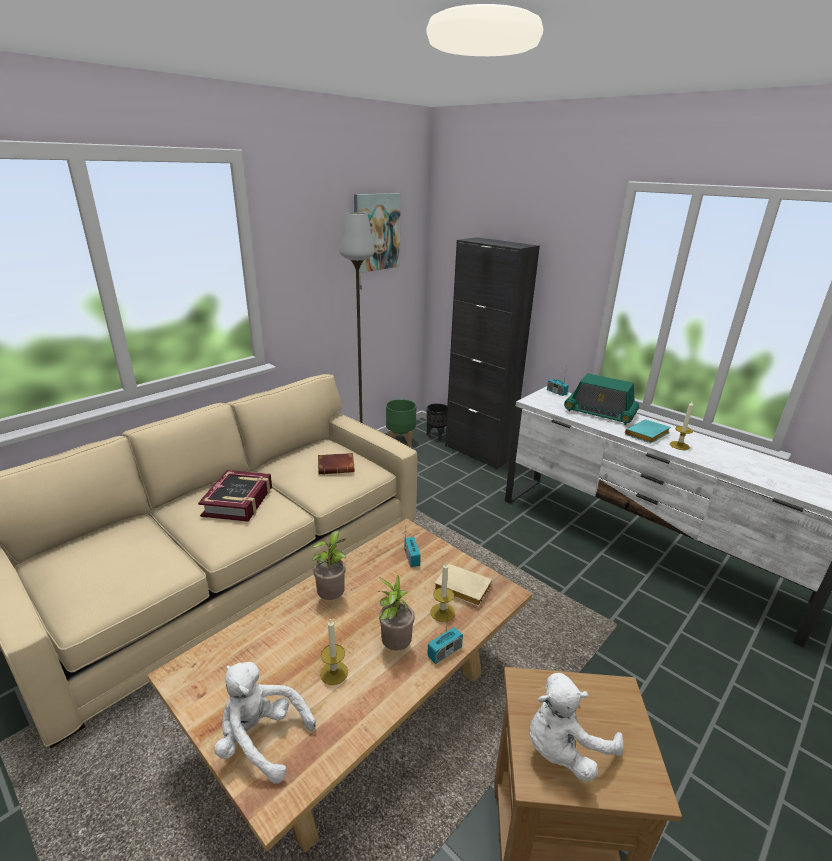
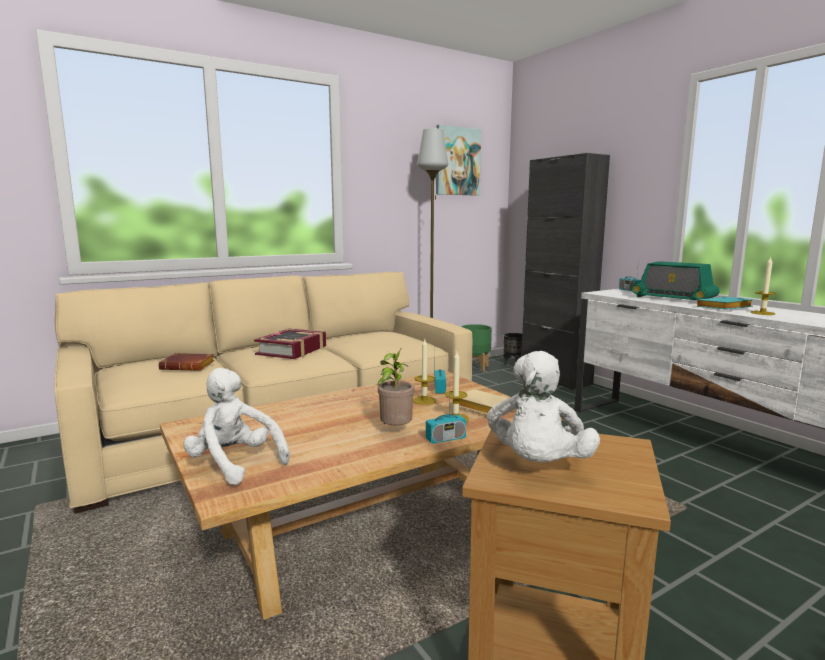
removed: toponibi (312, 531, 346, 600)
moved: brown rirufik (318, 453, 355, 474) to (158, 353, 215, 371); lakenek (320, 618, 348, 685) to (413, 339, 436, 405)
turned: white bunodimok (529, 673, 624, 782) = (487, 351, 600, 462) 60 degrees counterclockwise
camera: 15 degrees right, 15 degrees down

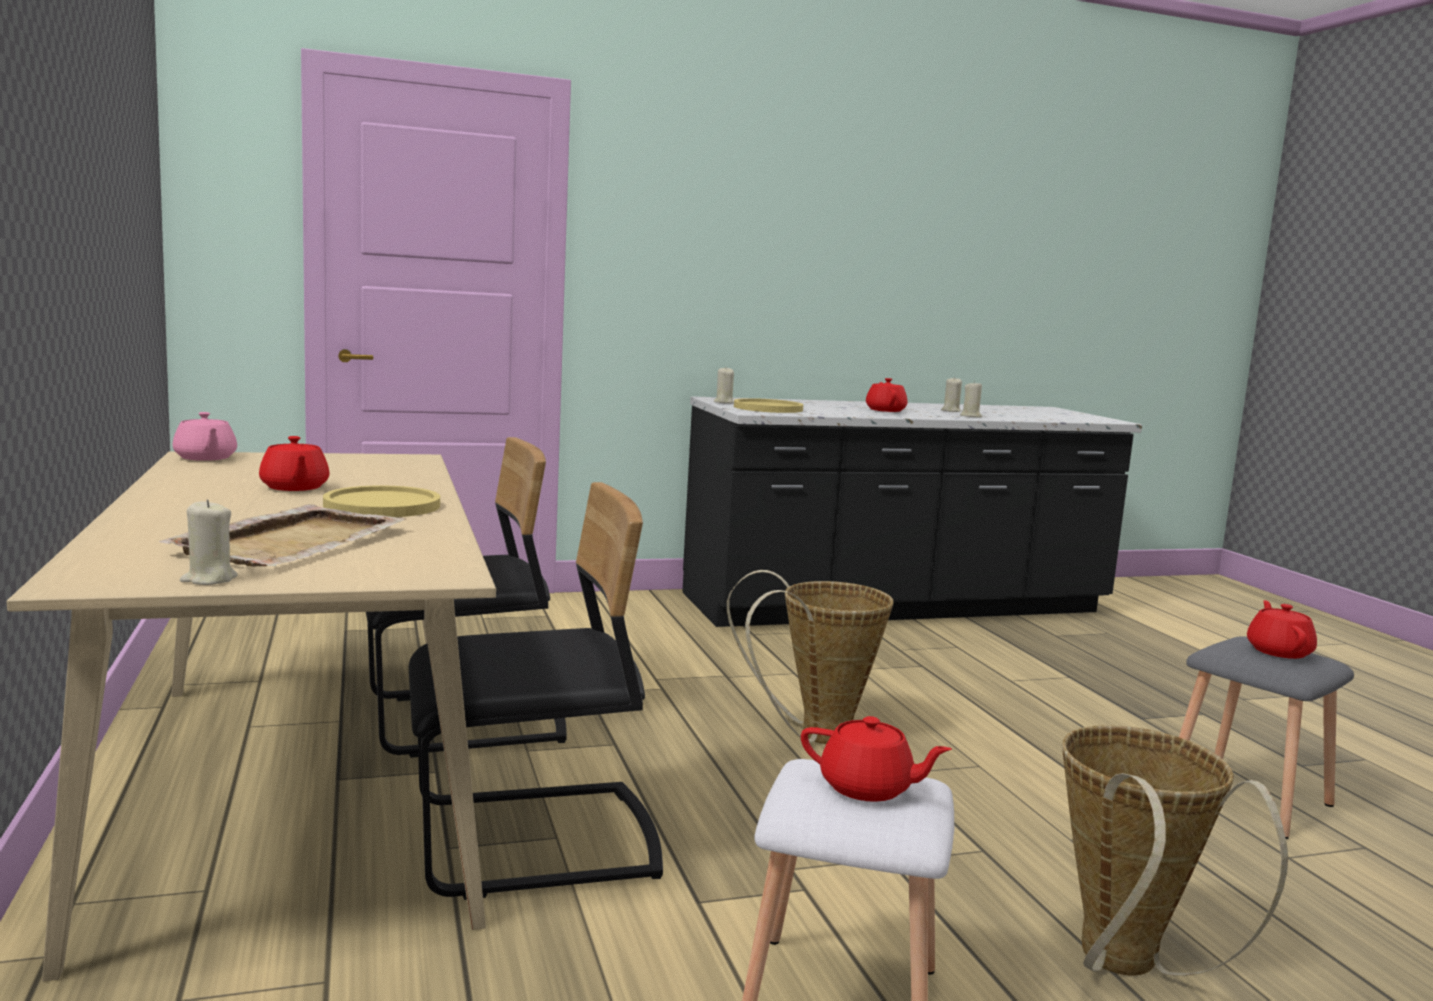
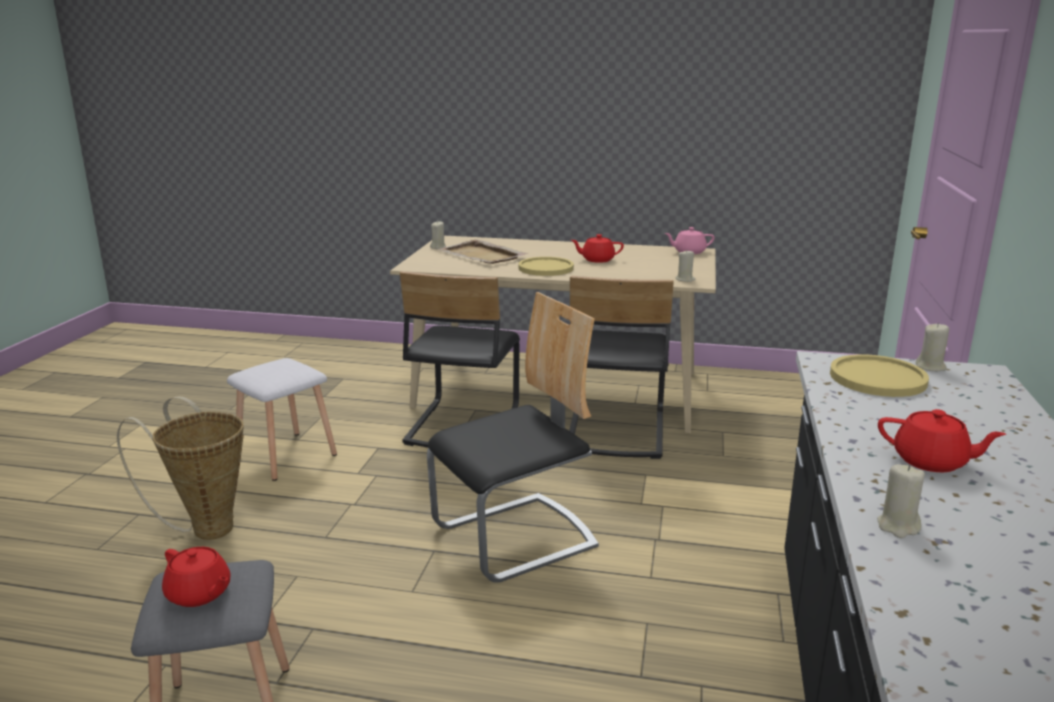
removed: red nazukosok (801, 716, 952, 802)
moved: beige lakenek (941, 378, 962, 412) to (675, 251, 696, 282)
replaced: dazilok (727, 570, 894, 744) to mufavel (427, 292, 599, 583)
camera: 120 degrees right, 10 degrees up

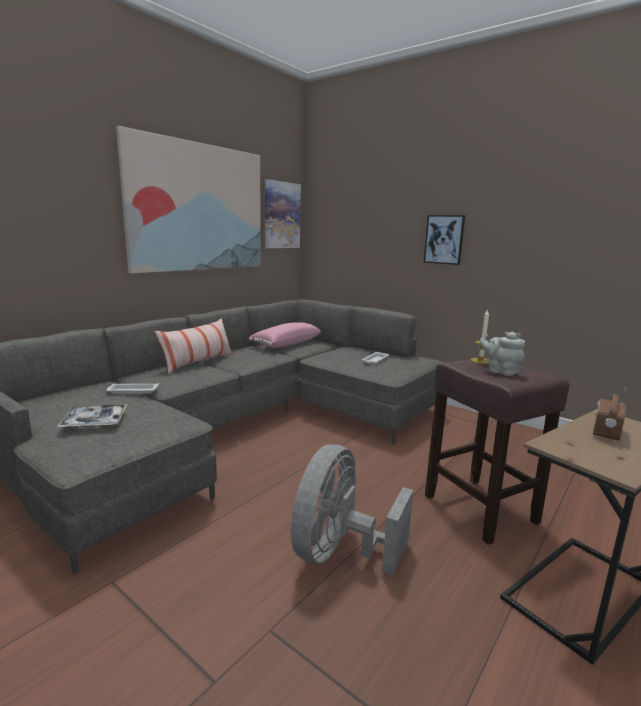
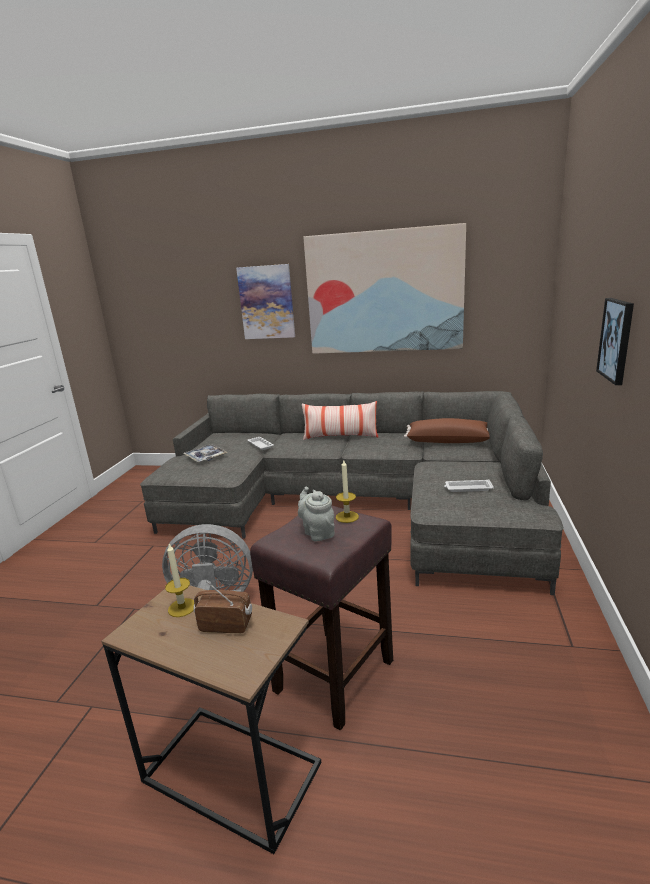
added: lakenek (165, 544, 194, 617)
moved: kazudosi (265, 179, 301, 248) to (236, 264, 295, 339)
recoloured: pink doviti (249, 322, 321, 348) to brown doviti (404, 418, 490, 443)
turned: grey nazukosok (479, 332, 525, 376) = (298, 487, 335, 541) 45 degrees counterclockwise
camera: 65 degrees right, 5 degrees up

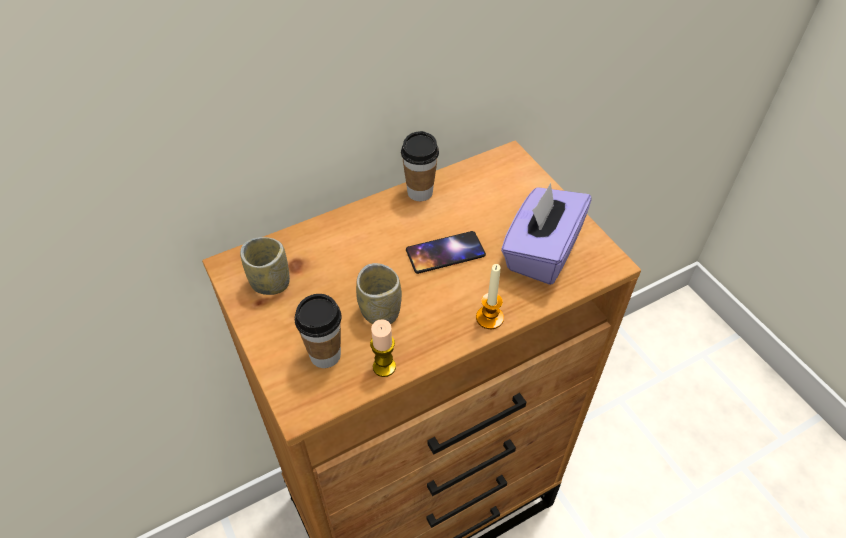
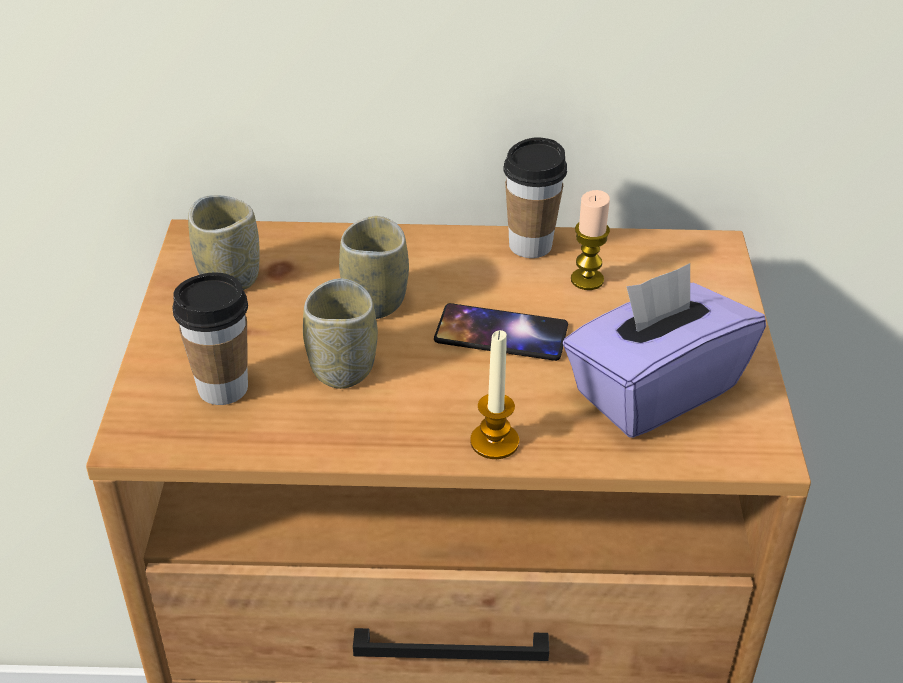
added: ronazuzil (339, 216, 409, 319)
moved: lakenek (370, 319, 396, 377) to (571, 190, 610, 290)
camera: 30 degrees right, 10 degrees down

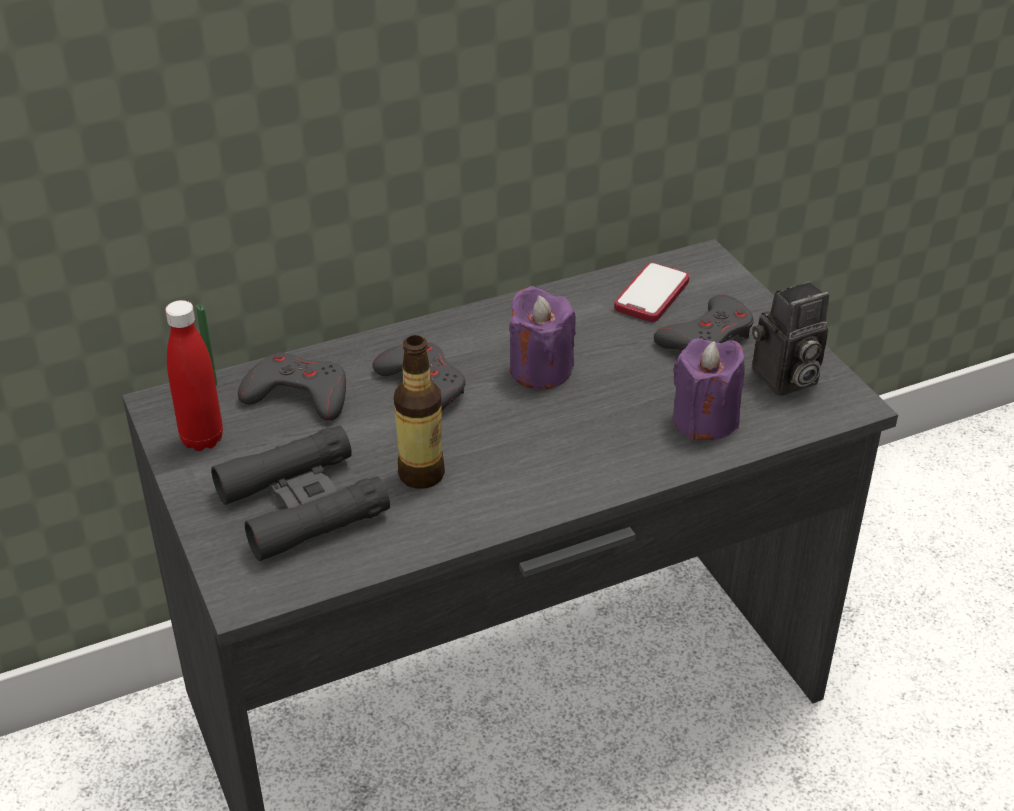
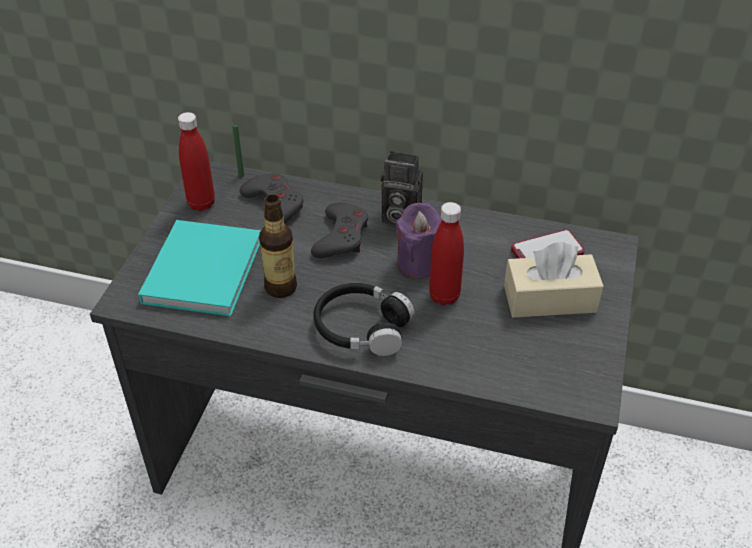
removed: purple lakenek (673, 338, 745, 440)
added: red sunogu (429, 202, 464, 306); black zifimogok (314, 283, 415, 356)
moved: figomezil (752, 281, 829, 396) to (381, 151, 423, 225)
replaced: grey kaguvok (654, 295, 754, 350) to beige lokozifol (504, 242, 604, 318); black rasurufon (211, 425, 390, 561) to turquoise rirufik (138, 220, 261, 317)
camera: 40 degrees right, 5 degrees up

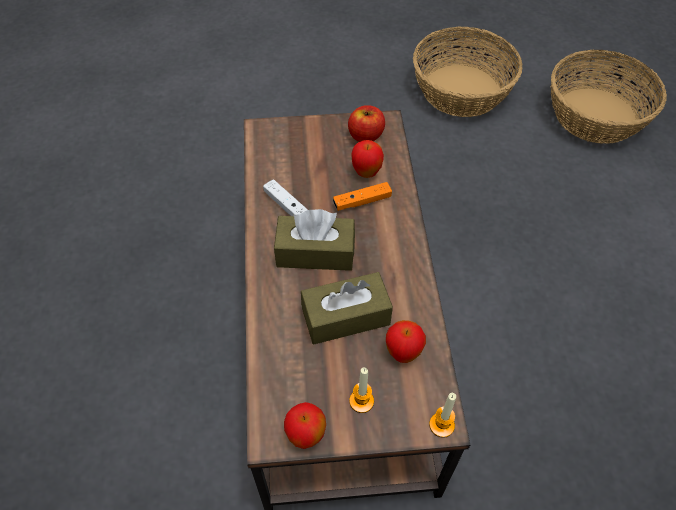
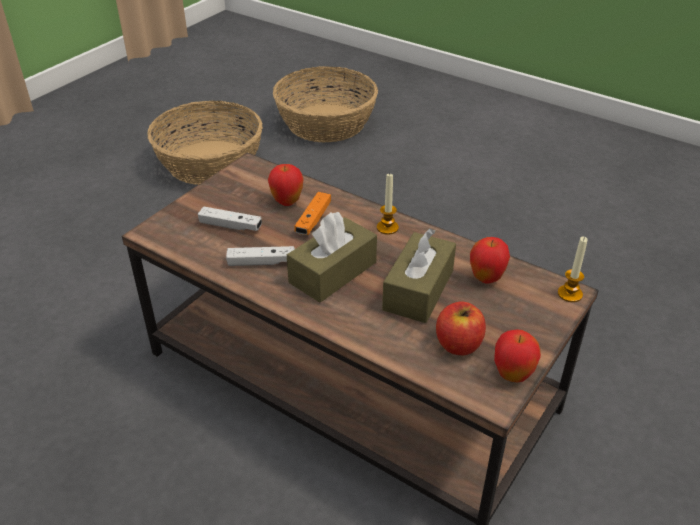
added: white kaguvok (198, 207, 262, 231)
moved: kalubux (348, 105, 385, 142) to (436, 301, 486, 355); lakenek (349, 368, 374, 413) to (377, 174, 399, 235)
camera: 50 degrees left, 15 degrees down

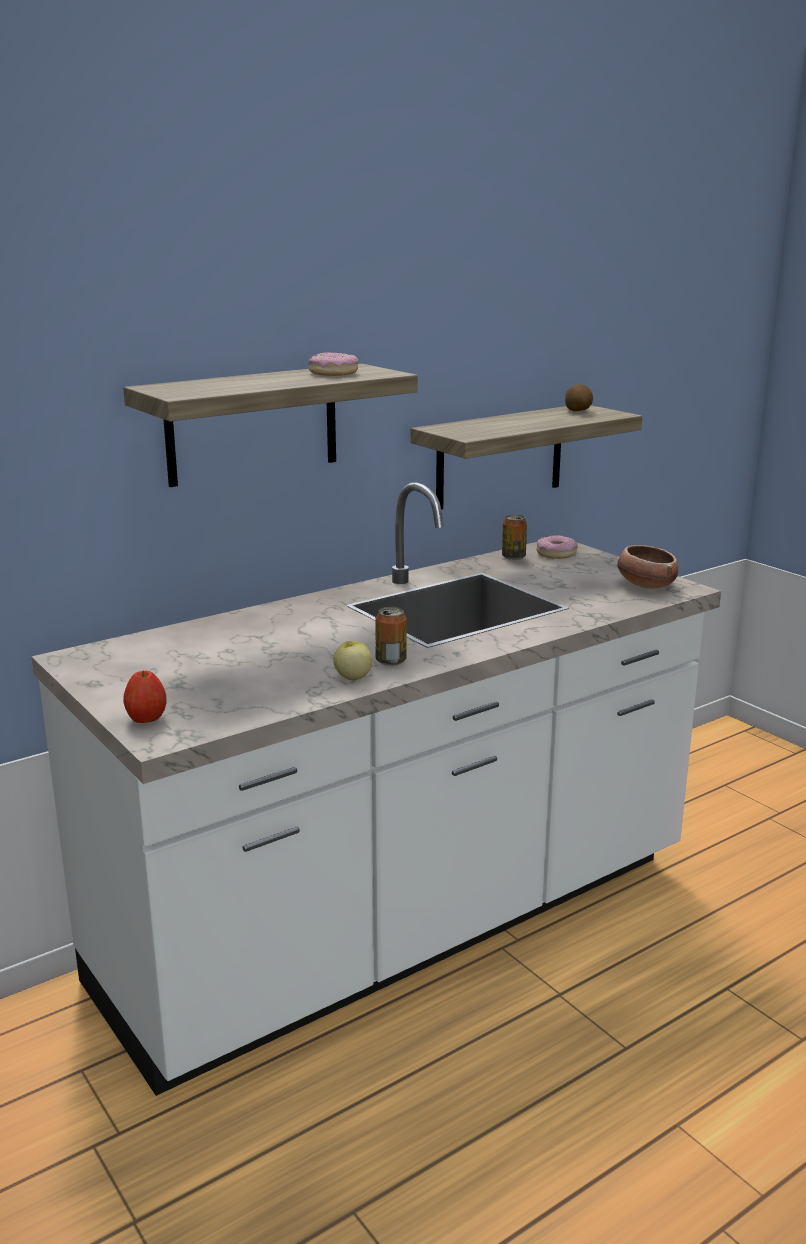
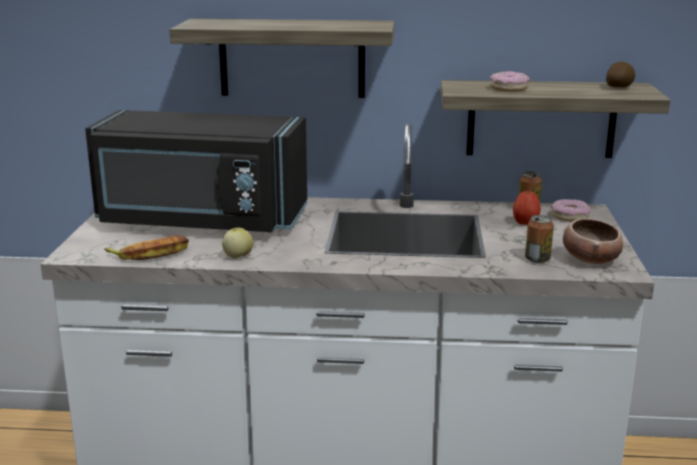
added: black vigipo (85, 110, 307, 233); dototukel (104, 236, 189, 260)
moved: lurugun (308, 352, 359, 376) to (490, 71, 530, 91); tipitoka (376, 607, 407, 666) to (525, 215, 554, 263); kalubux (123, 671, 167, 723) to (513, 190, 541, 225)
camera: 40 degrees right, 0 degrees up

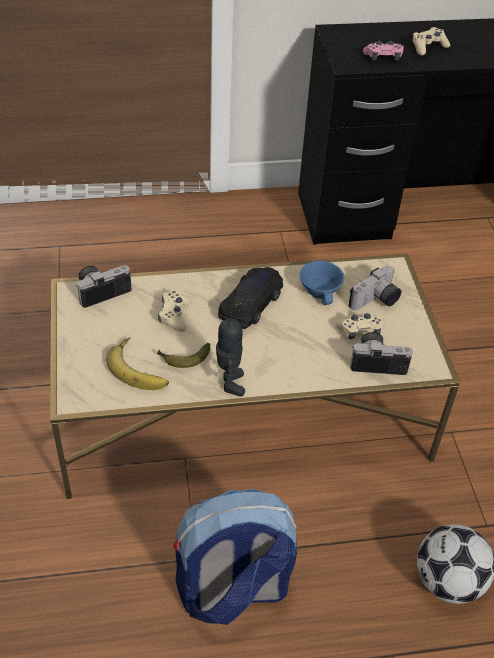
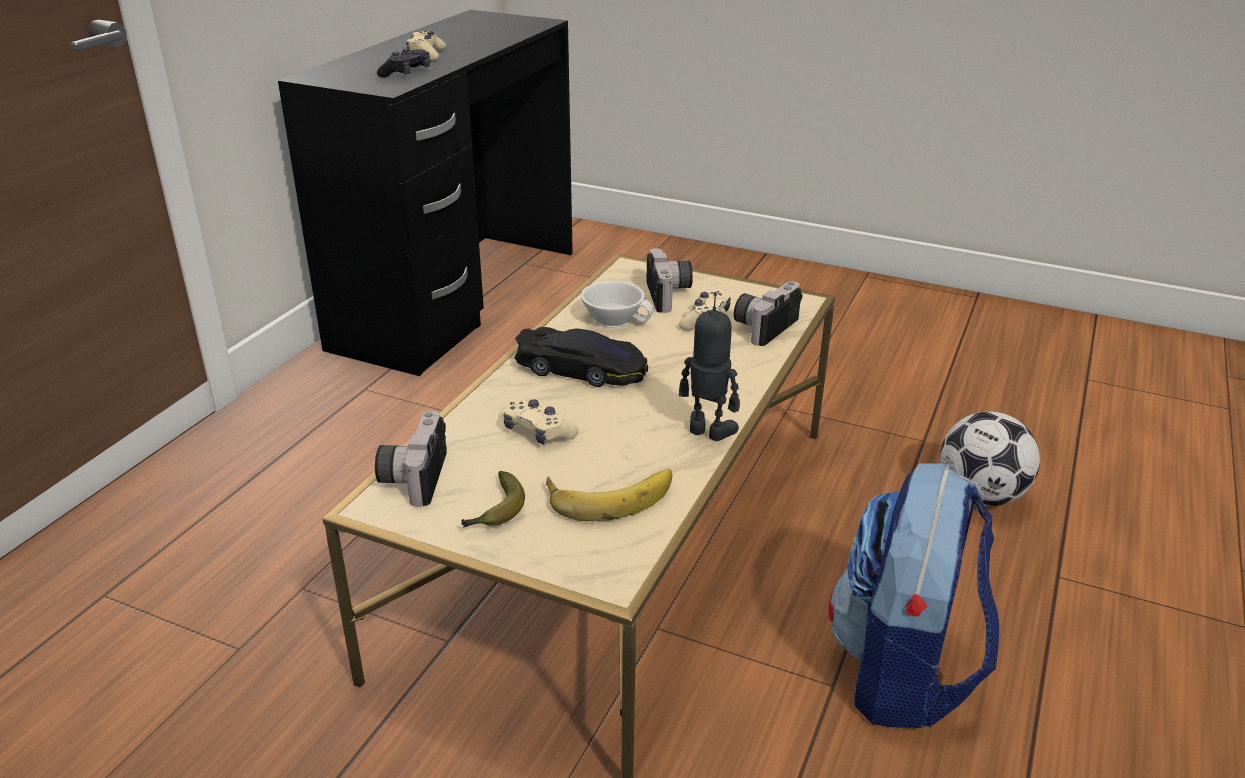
moved: dototukel (157, 343, 210, 368) to (461, 471, 525, 528)
recoloured: pink kaguvok (363, 41, 404, 60) to black kaguvok (377, 48, 430, 78); blue ronazuzil (300, 261, 344, 305) to white ronazuzil (581, 281, 654, 328)
turned: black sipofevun (218, 267, 283, 329) = (515, 327, 648, 387) 135 degrees clockwise
camera: 55 degrees left, 15 degrees down

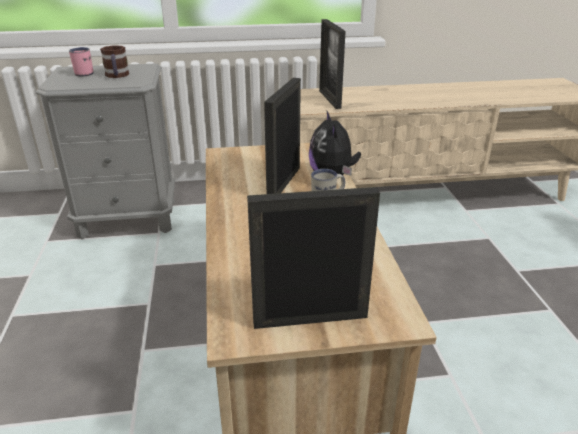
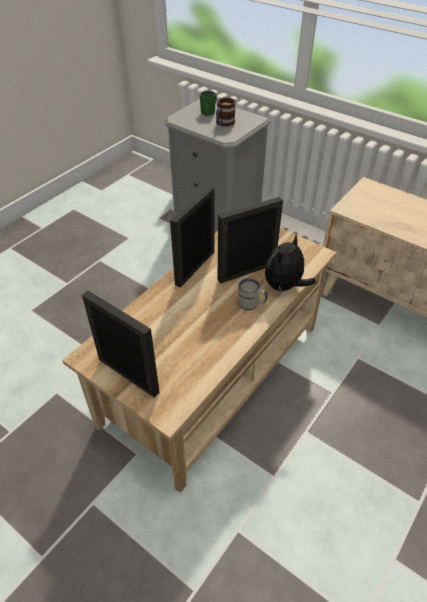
moved: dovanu (319, 19, 346, 109) to (170, 186, 215, 288)
recoloured: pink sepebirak (69, 47, 93, 77) to green sepebirak (200, 91, 217, 116)
camera: 45 degrees right, 15 degrees up

